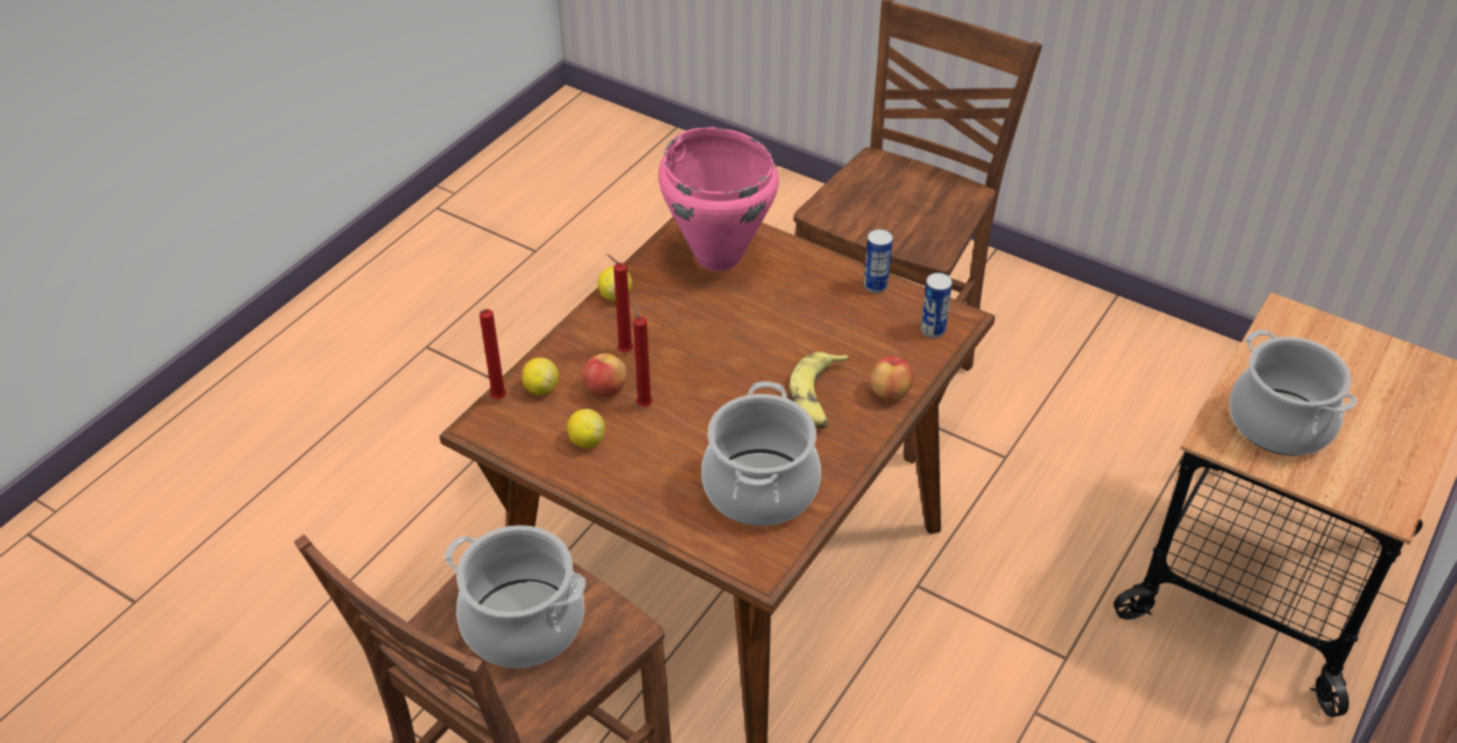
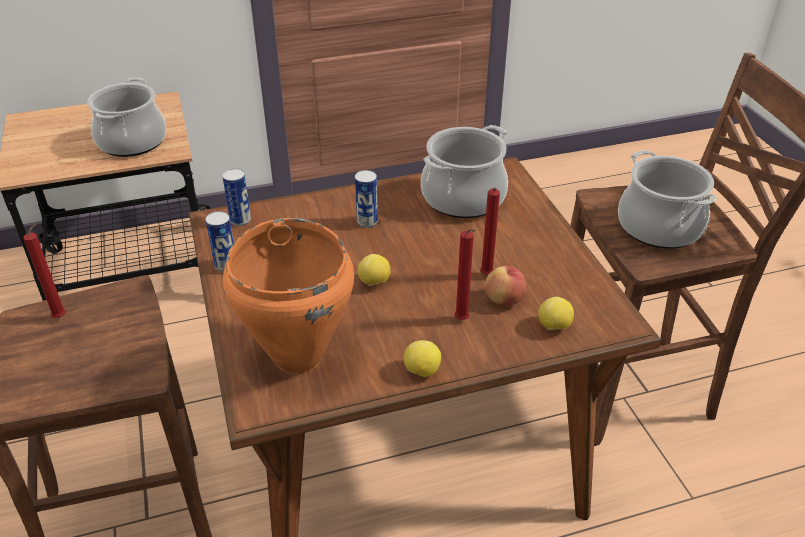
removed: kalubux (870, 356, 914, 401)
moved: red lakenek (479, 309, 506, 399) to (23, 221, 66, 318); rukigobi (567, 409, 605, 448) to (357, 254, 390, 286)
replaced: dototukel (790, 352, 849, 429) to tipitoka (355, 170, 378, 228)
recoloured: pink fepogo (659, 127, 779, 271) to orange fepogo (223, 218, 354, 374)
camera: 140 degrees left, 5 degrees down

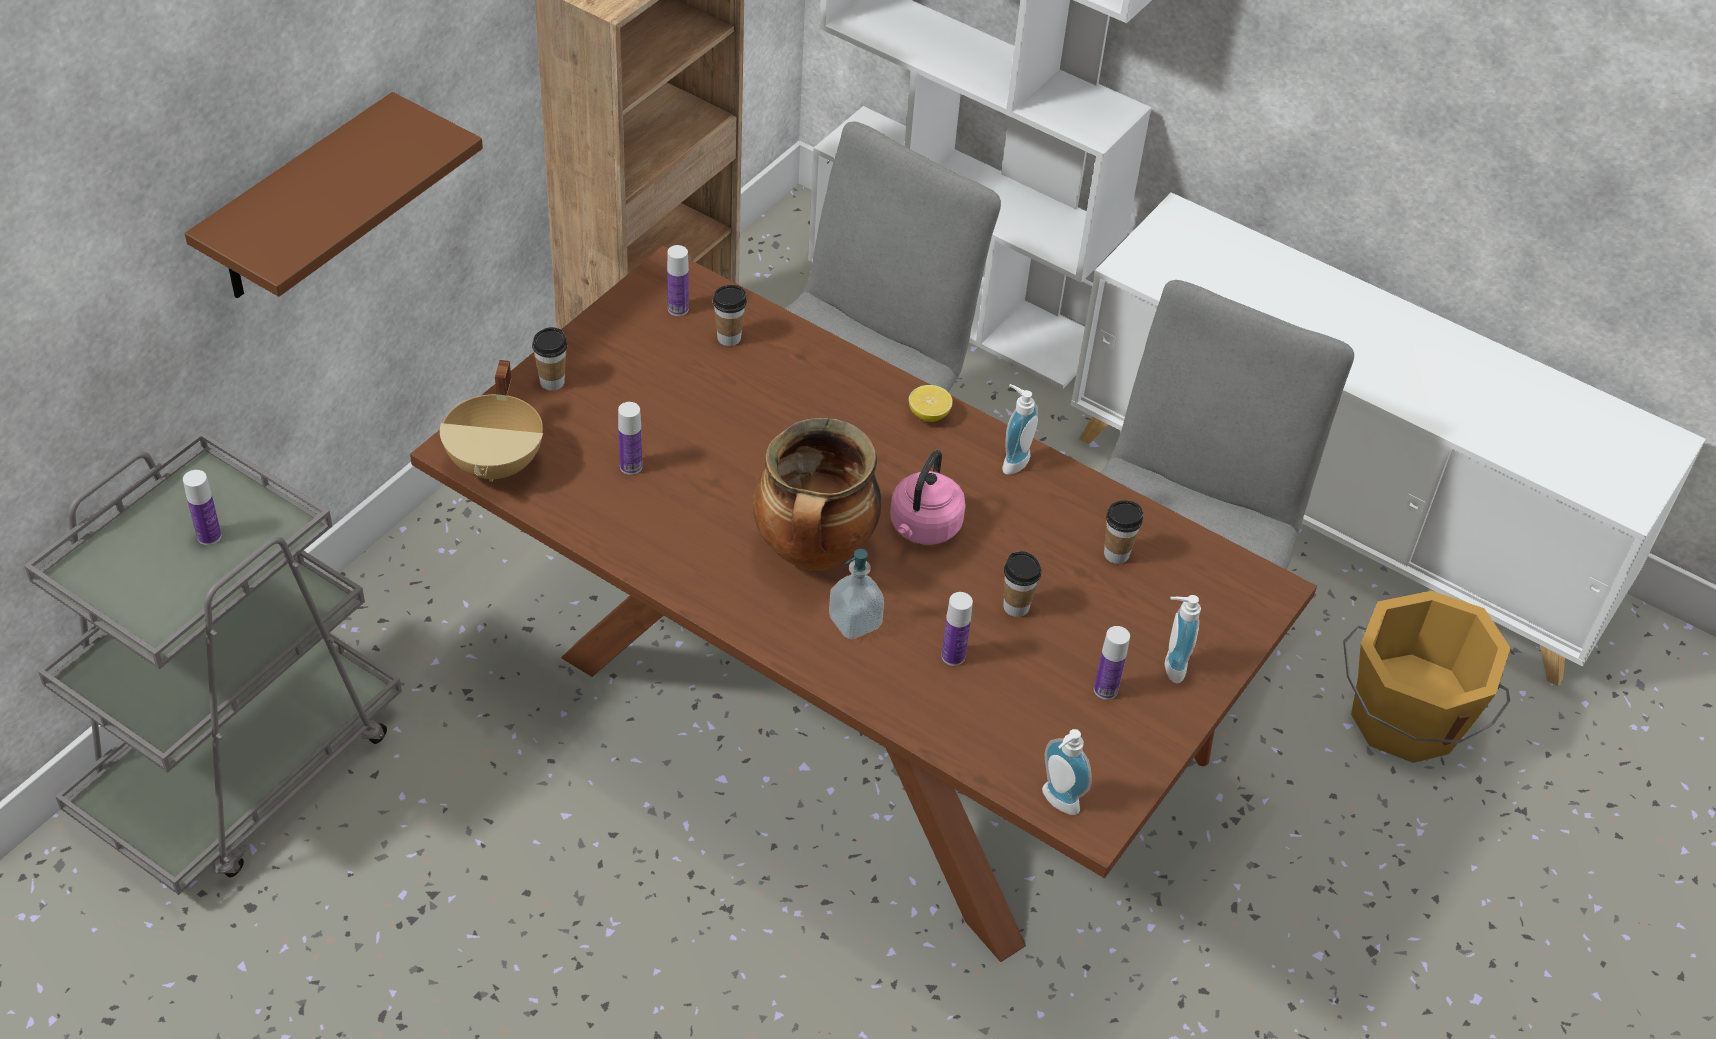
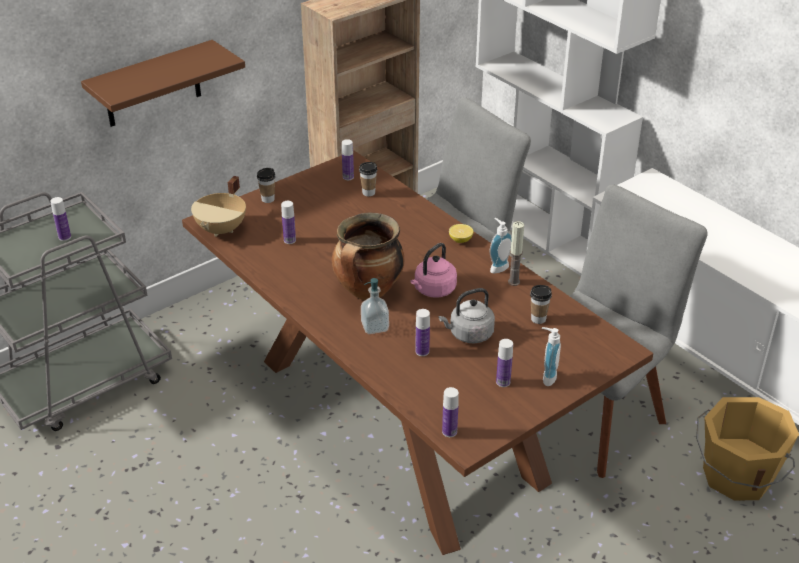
added: lakenek (508, 221, 524, 286)
replaced: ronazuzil (1004, 551, 1041, 617) to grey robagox (439, 288, 495, 343); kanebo (1042, 729, 1092, 815) to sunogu (442, 387, 459, 437)
camera: 20 degrees right, 10 degrees down

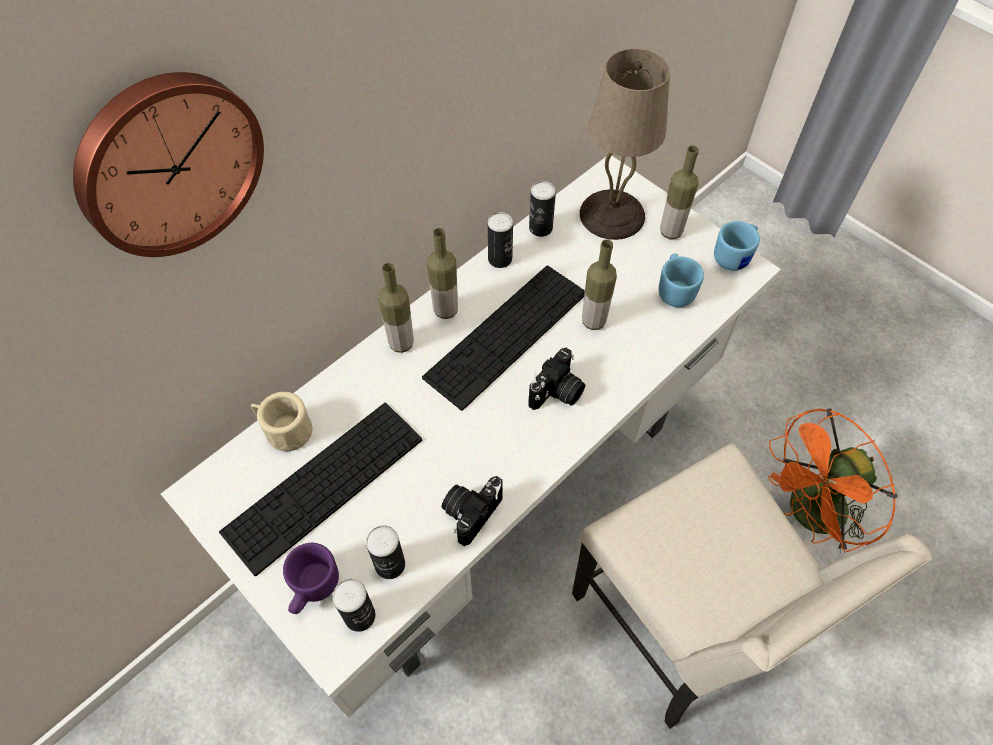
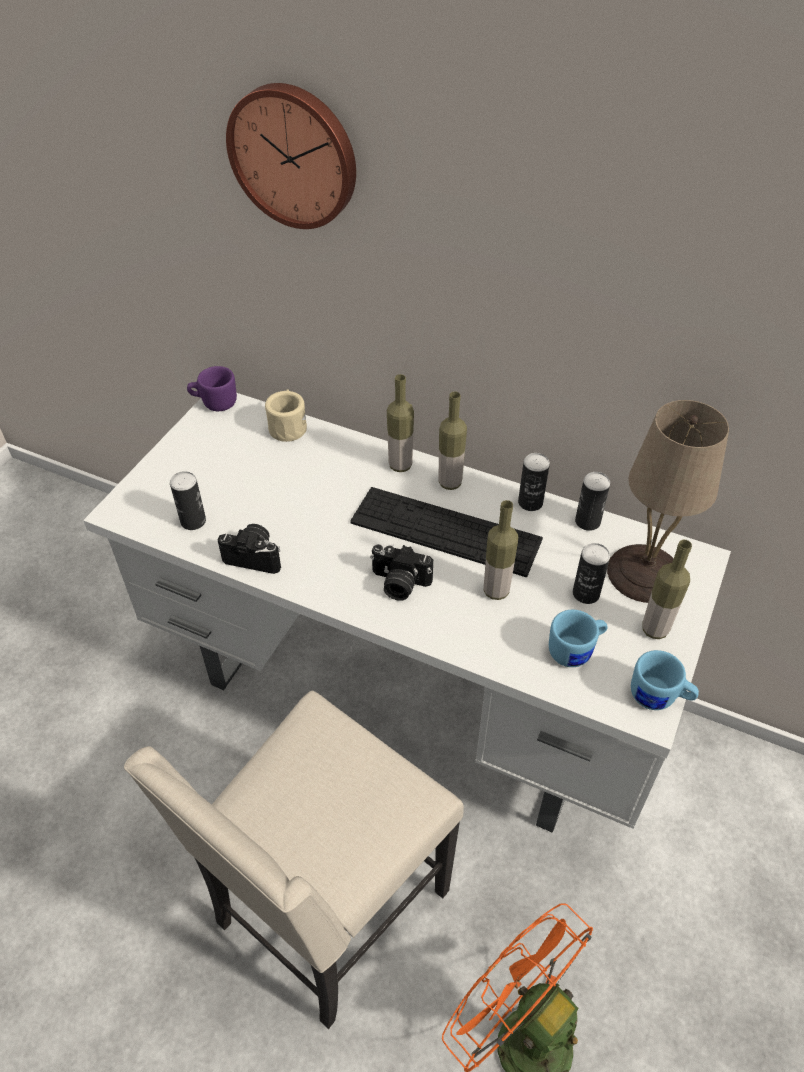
removed: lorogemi (219, 403, 422, 576)
moved: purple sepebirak (283, 543, 339, 614) to (187, 366, 237, 411); tipitoka (332, 579, 376, 632) to (573, 543, 610, 604)
camera: 70 degrees right, 10 degrees down

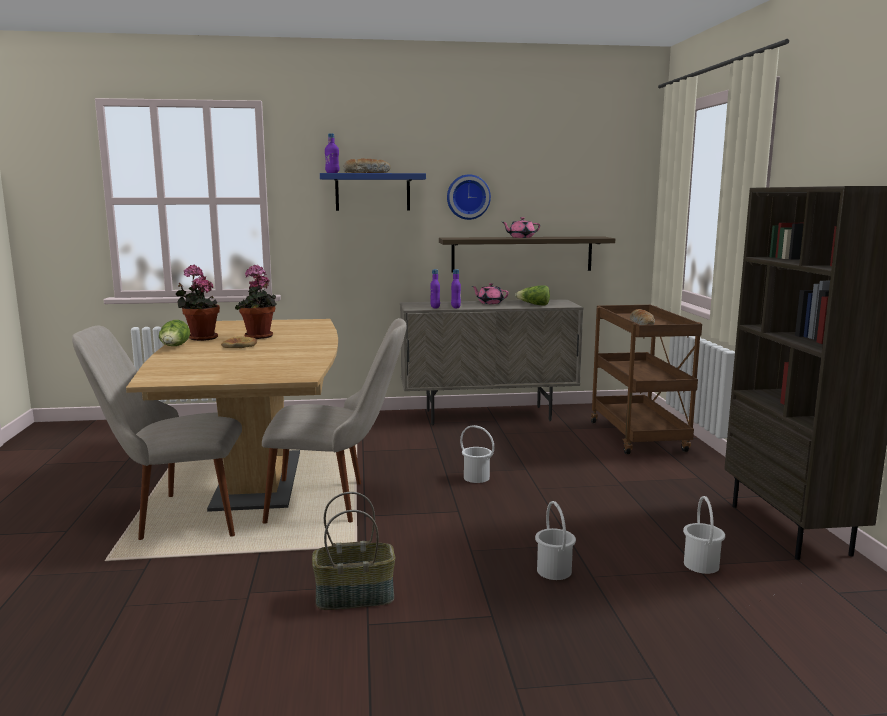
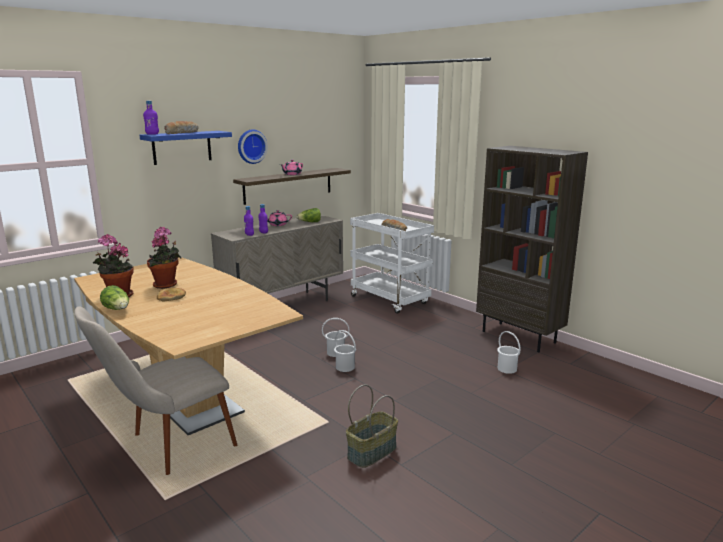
removed: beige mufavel (262, 318, 407, 524)
moved: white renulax (535, 501, 576, 580) to (334, 330, 356, 372)
recoloured: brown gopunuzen (591, 305, 702, 454) to white gopunuzen (350, 213, 434, 314)
camera: 35 degrees left, 5 degrees up

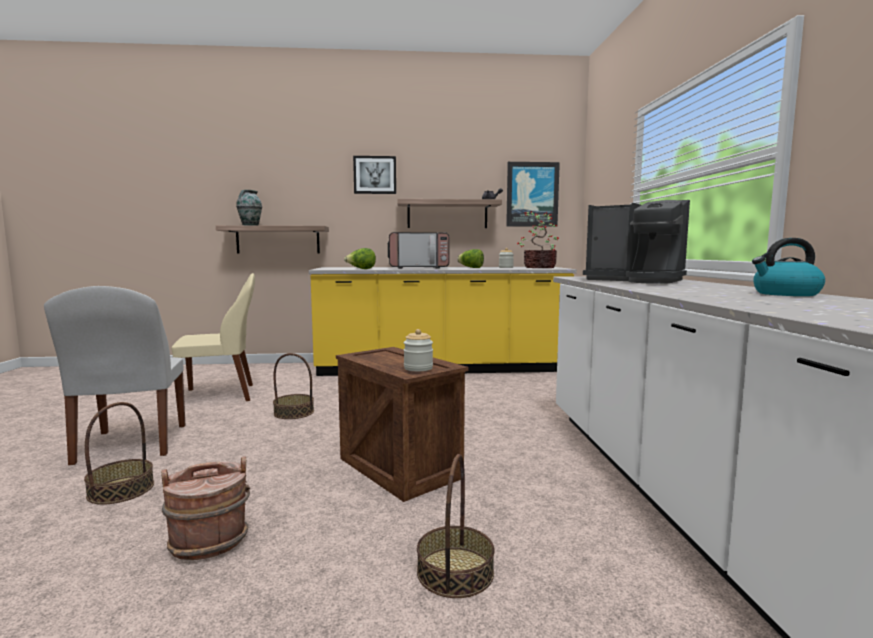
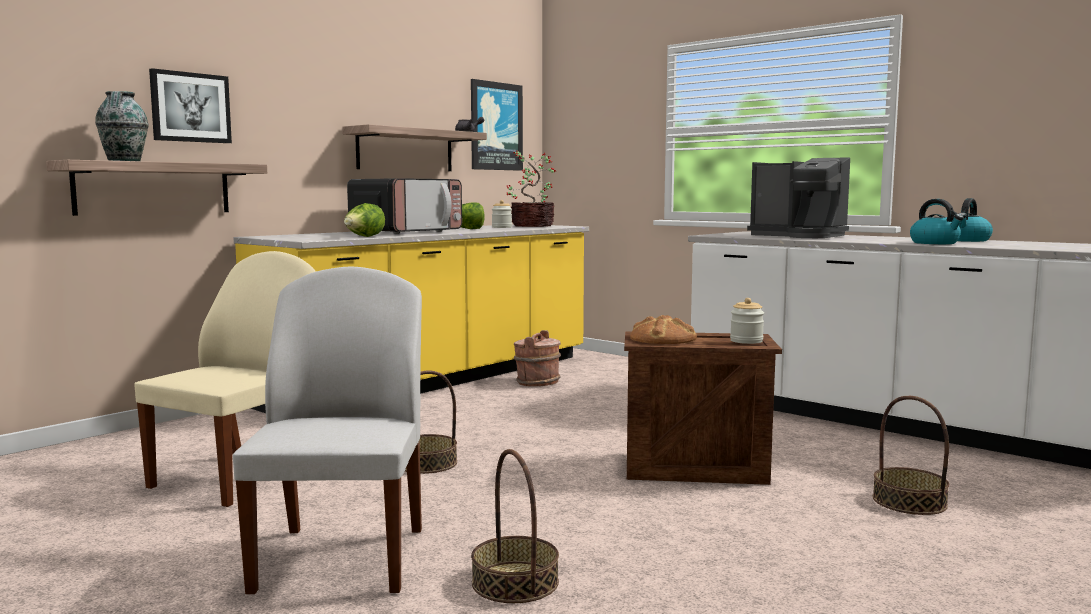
added: robagox (910, 199, 964, 244); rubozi (630, 315, 697, 344)
moved: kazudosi (353, 156, 396, 194) to (149, 68, 232, 143); brown renulax (161, 456, 250, 560) to (514, 330, 561, 386)
turned: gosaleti (583, 200, 690, 284) = (747, 157, 850, 238) 45 degrees clockwise; white mufavel (44, 286, 185, 465) = (233, 267, 422, 594) 120 degrees counterclockwise
camera: 45 degrees left, 0 degrees up

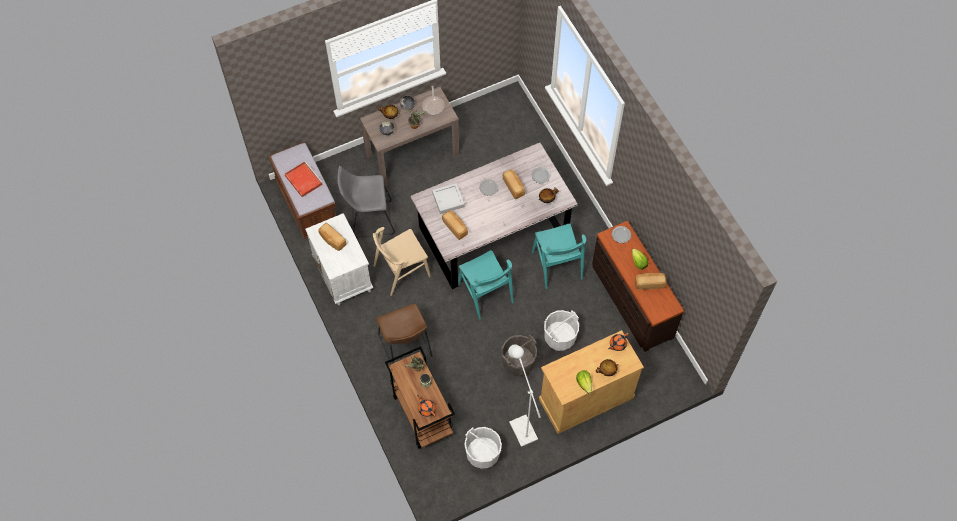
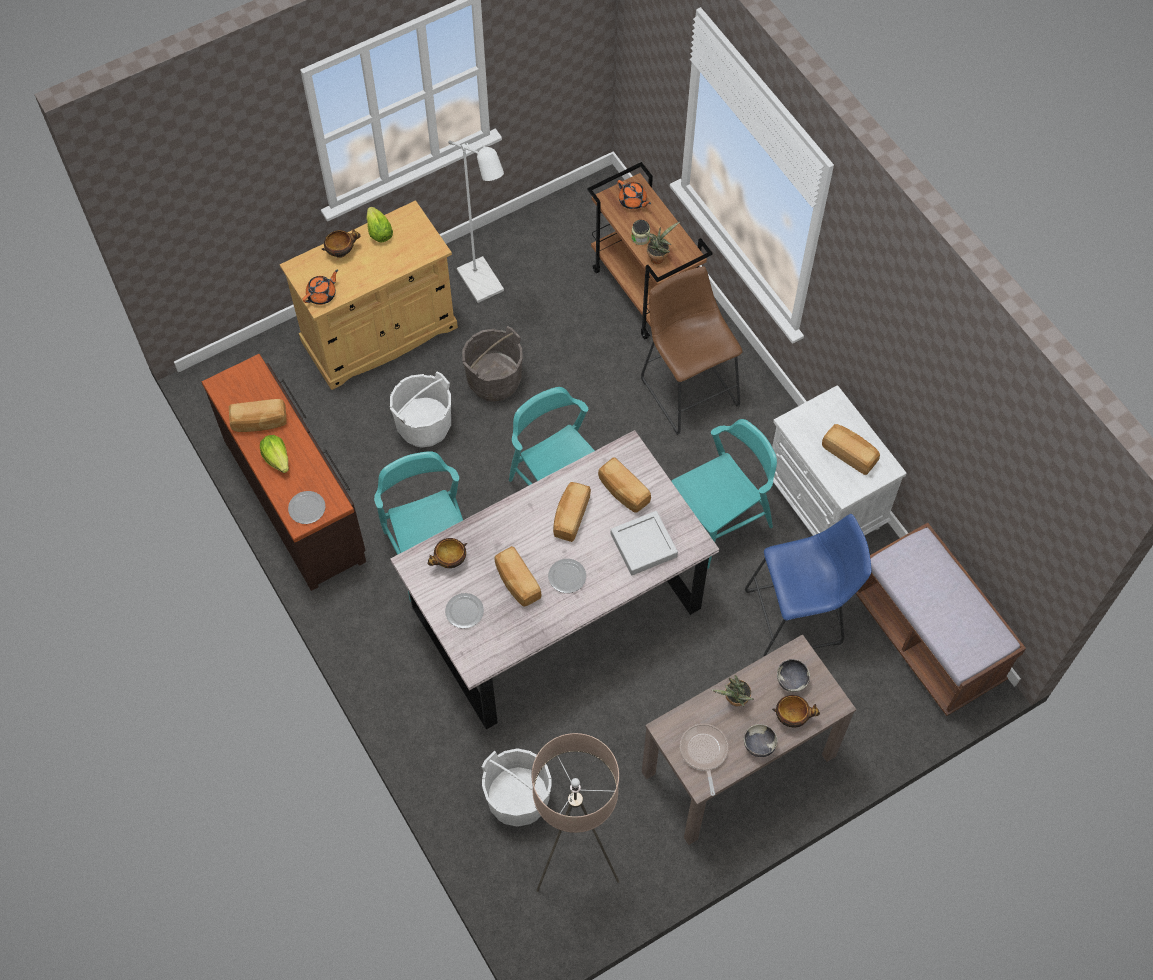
removed: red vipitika (285, 161, 323, 197)
added: rubozi (553, 482, 591, 542); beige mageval (532, 733, 619, 892)
moved: white renulax (465, 427, 502, 469) to (482, 748, 552, 827)
recoloured: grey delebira (337, 166, 395, 238) to blue delebira (745, 514, 871, 656); beige mufavel (373, 227, 431, 296) to turquoise mufavel (671, 419, 777, 569)
camera: 175 degrees right, 0 degrees up

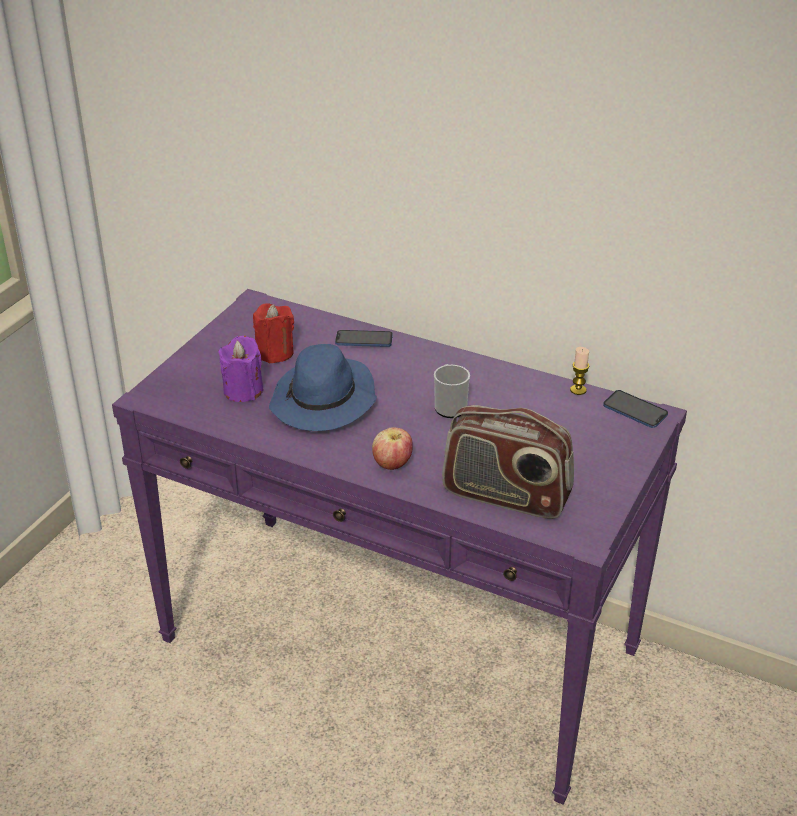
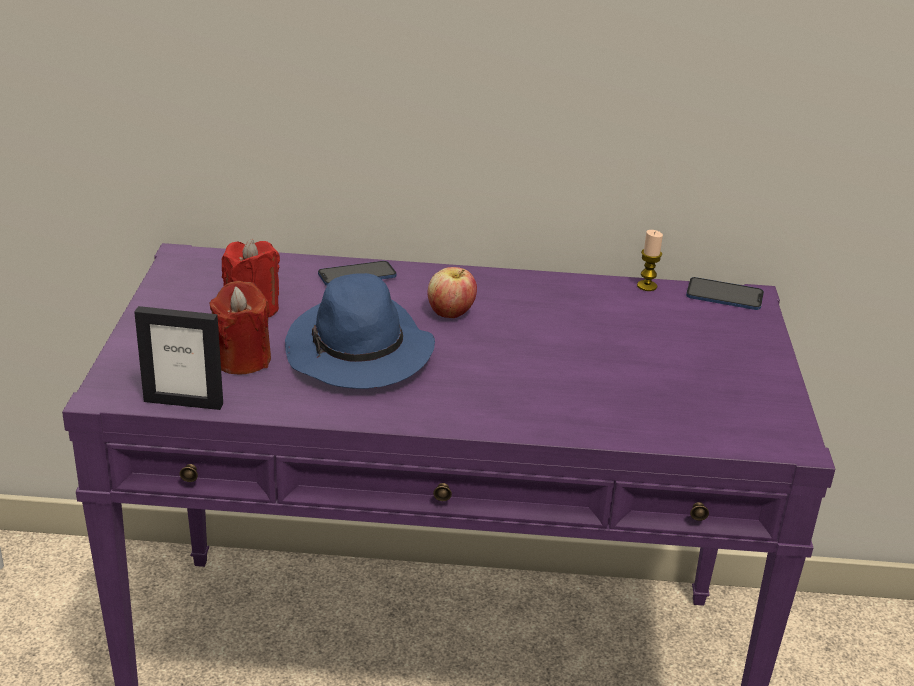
removed: sepebirak (434, 364, 470, 418); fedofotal (442, 405, 574, 519)
added: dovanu (134, 306, 223, 410)
moved: kalubux (372, 427, 413, 470) to (428, 267, 477, 318)
recoloured: purple lakenek (218, 336, 263, 402) to red lakenek (209, 281, 271, 374)
camera: 25 degrees left, 5 degrees down

